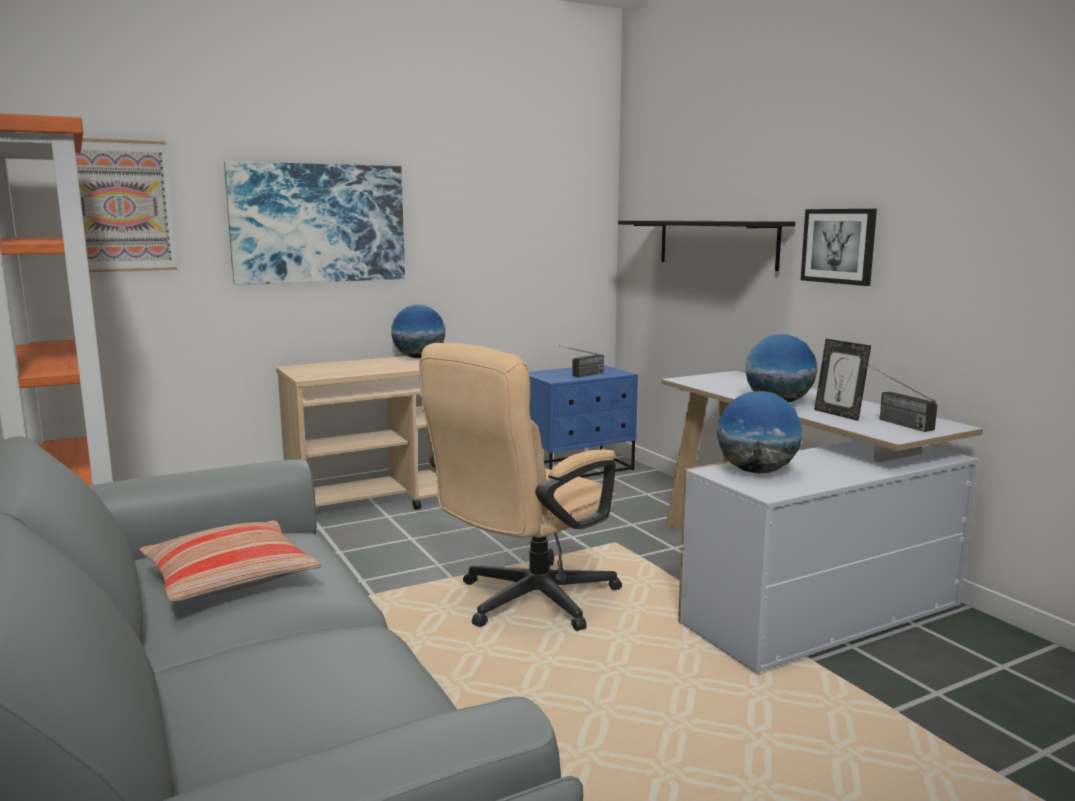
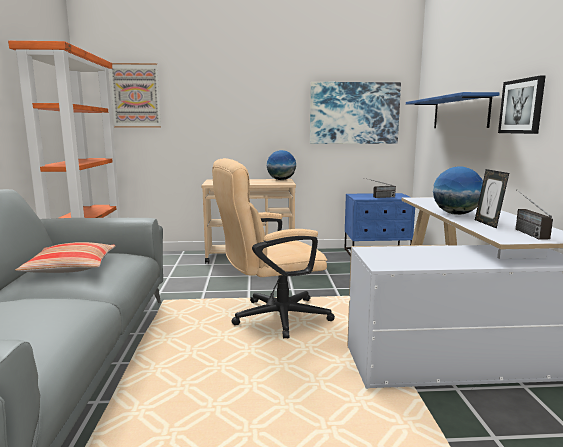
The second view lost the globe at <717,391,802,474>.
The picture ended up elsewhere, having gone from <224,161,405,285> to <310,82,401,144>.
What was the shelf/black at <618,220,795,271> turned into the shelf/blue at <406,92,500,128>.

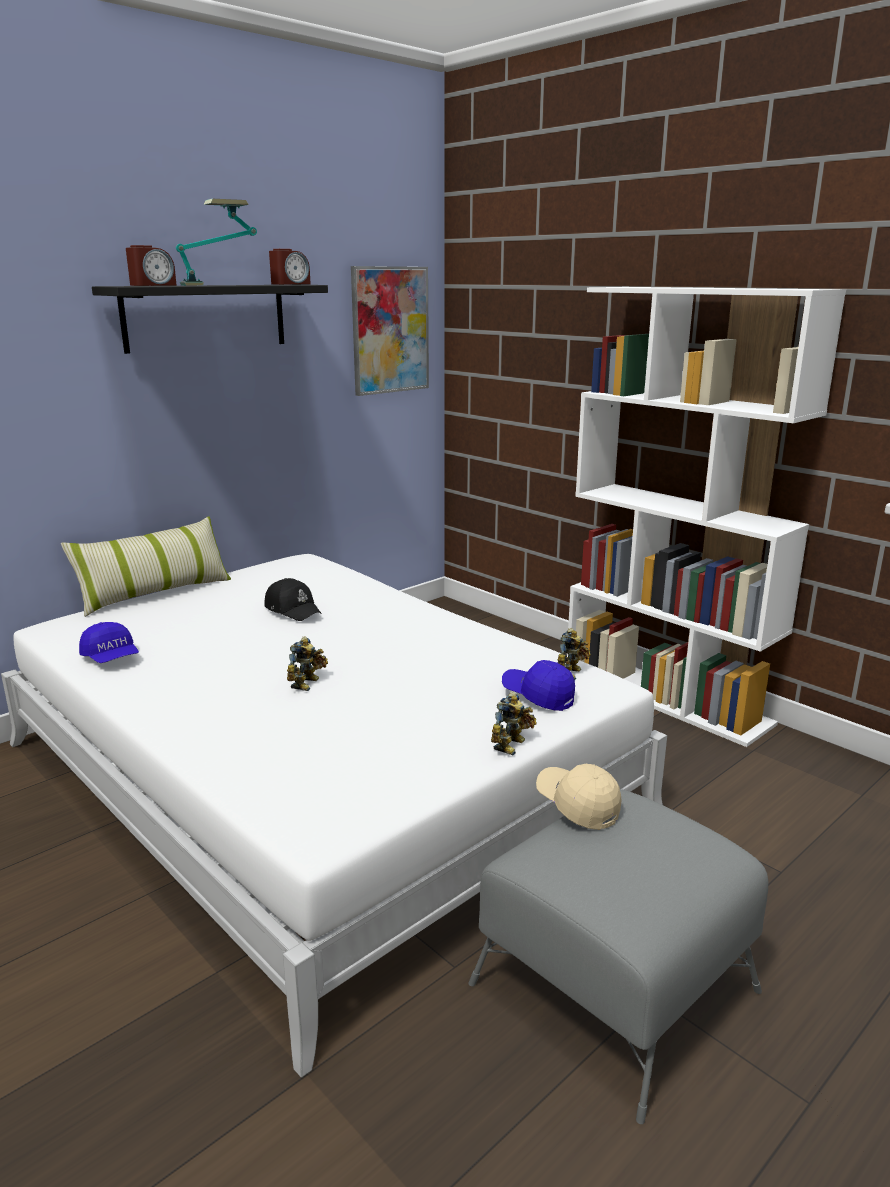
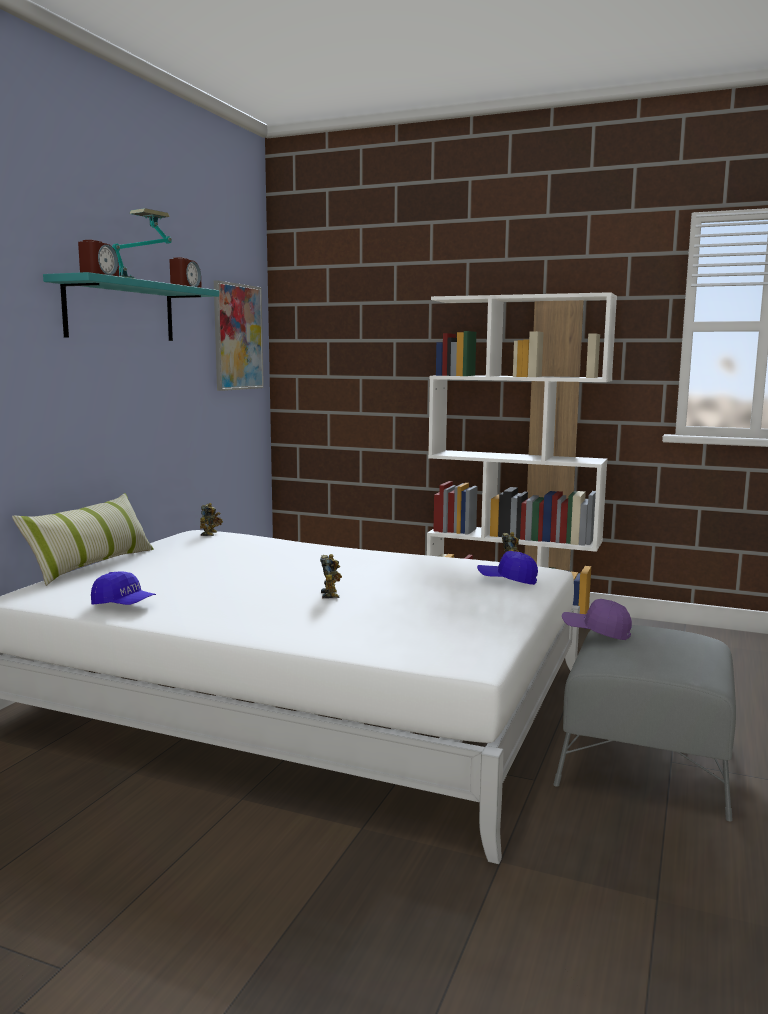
The second view lost the cap/black at <265,578,322,621>.
The toy robot ended up elsewhere, having gone from <491,691,537,755> to <200,503,223,536>.
What was the shelf/black at <92,285,328,354> turned into the shelf/turquoise at <43,272,219,341>.
What was the cap/beige at <536,764,621,830> turned into the cap/purple at <562,599,632,640>.

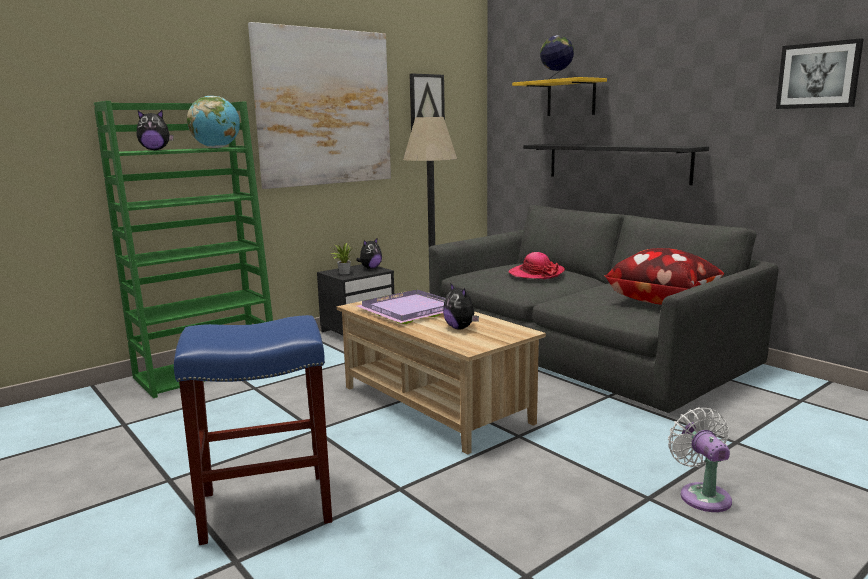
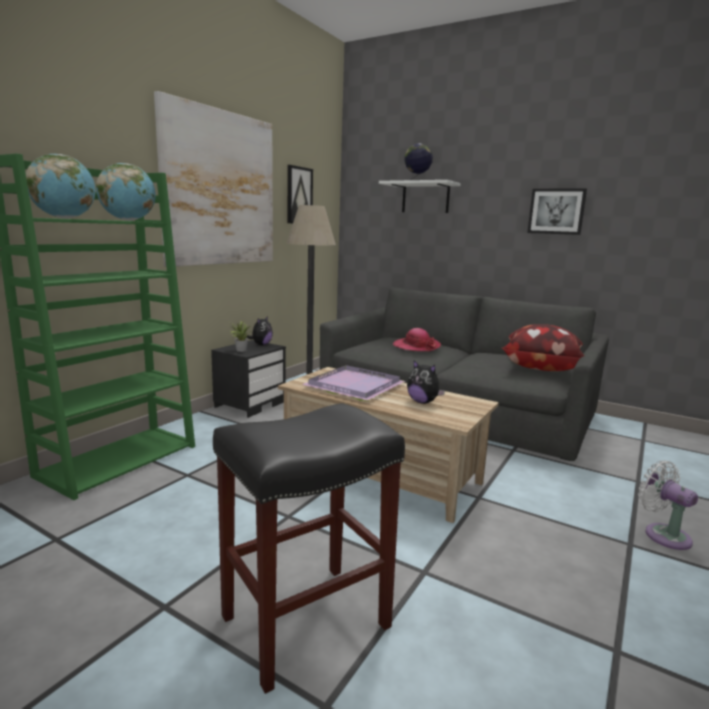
The second view lost the shelf/black at <523,144,709,185>.
The picture ended up elsewhere, having gone from <776,38,864,109> to <527,188,587,235>.
Where the plush toy stood at <137,110,174,150>, the globe came to stand at <26,154,95,219>.
What was the stool/blue at <174,315,332,545> turned into the stool/black at <213,403,405,694>.
What was the shelf/yellow at <512,77,607,116> turned into the shelf/white at <379,180,461,213>.

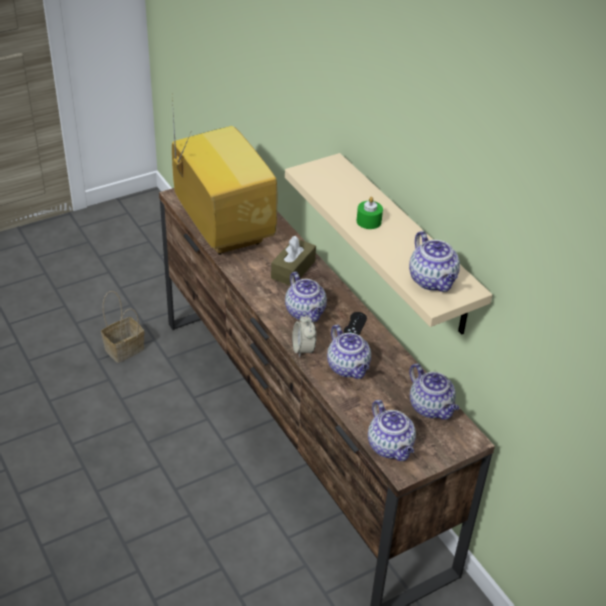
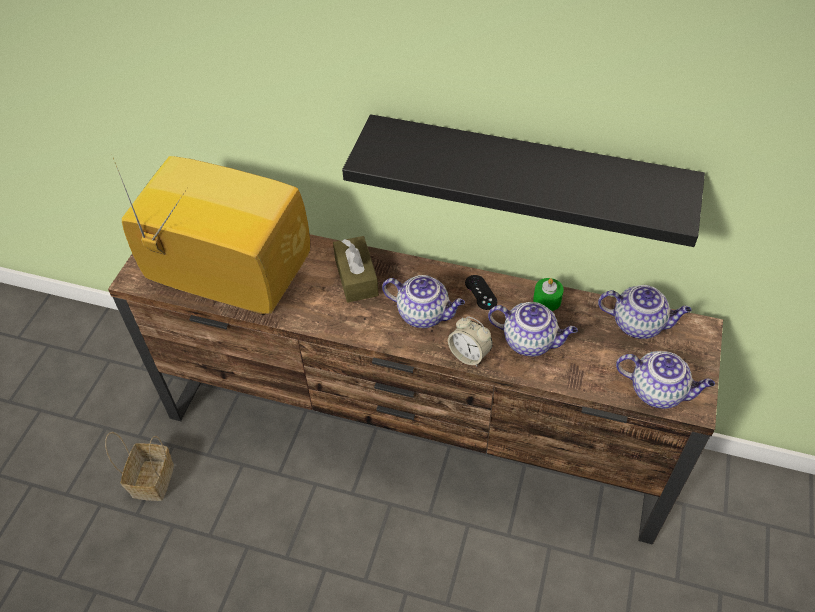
The second view lost the teapot at <409,231,460,292>.
The candle/green ended up elsewhere, having gone from <357,197,383,229> to <533,278,564,311>.
What was the shelf/beige at <285,153,492,334> turned into the shelf/black at <342,114,705,247>.

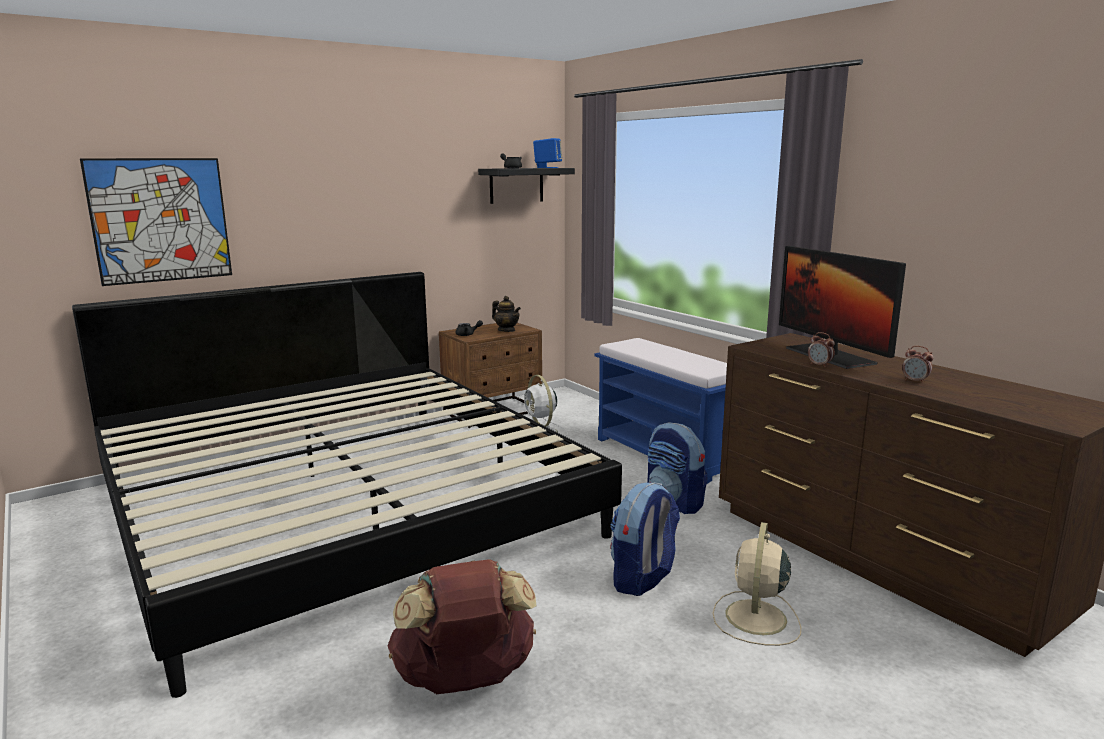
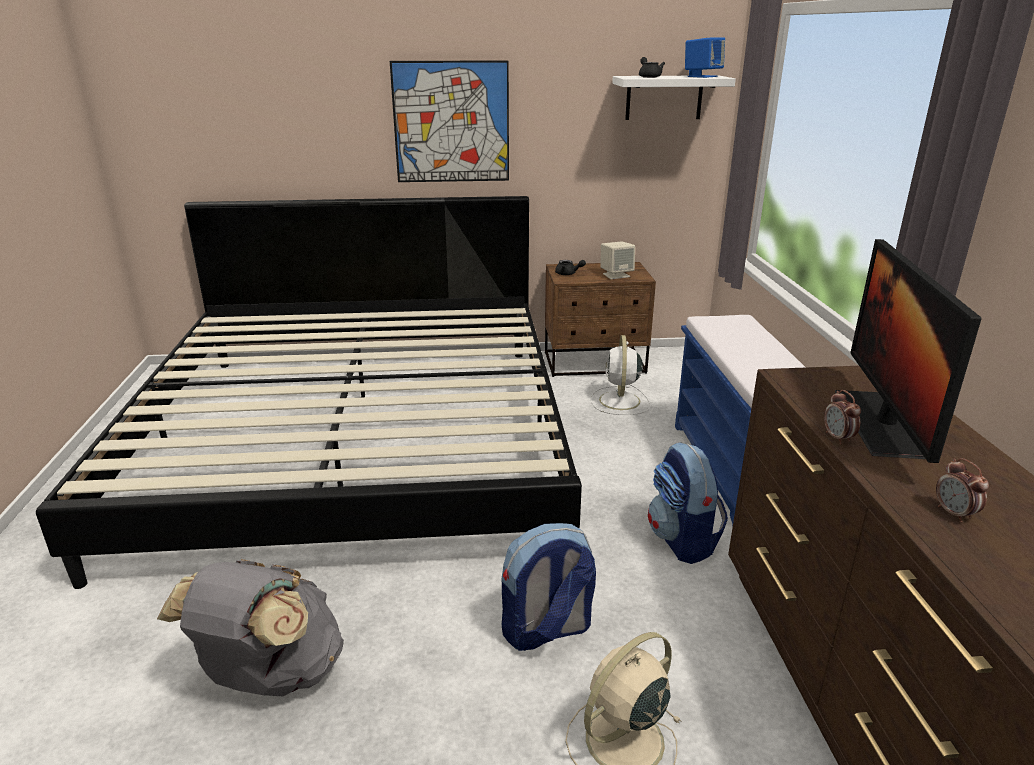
The picture ended up elsewhere, having gone from <80,158,232,286> to <390,60,509,182>.
Where the teapot stood at <492,296,521,332>, the speaker/beige came to stand at <600,241,635,279>.
What was the backpack/brown at <388,559,536,694> turned into the backpack/grey at <157,559,344,696>.
What was the shelf/black at <478,168,575,204> turned into the shelf/white at <612,75,736,120>.

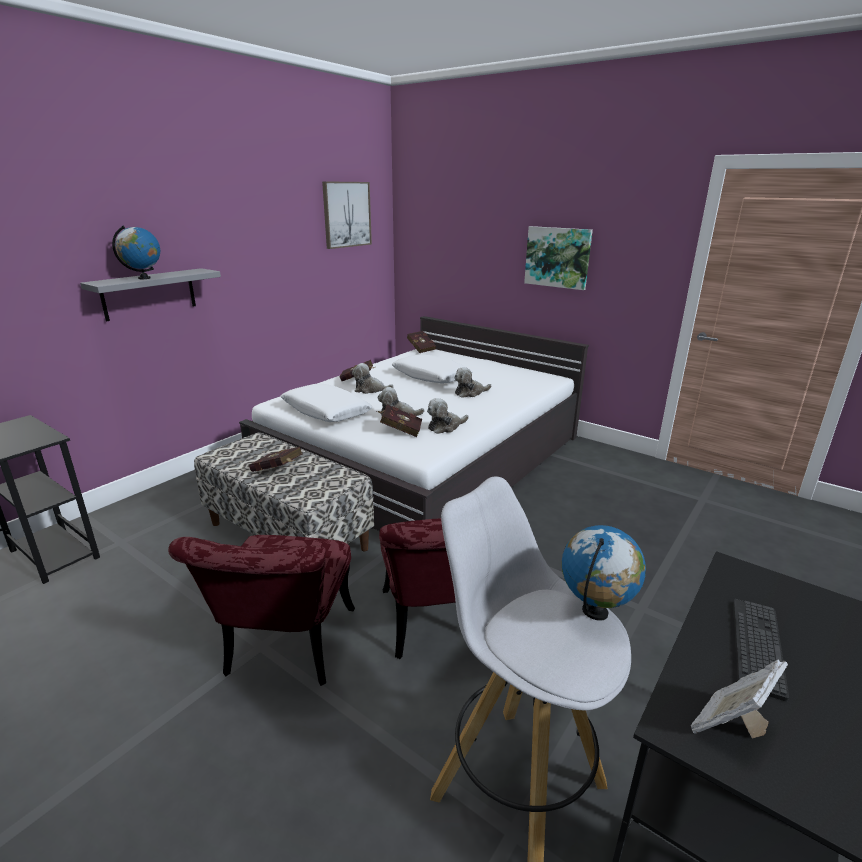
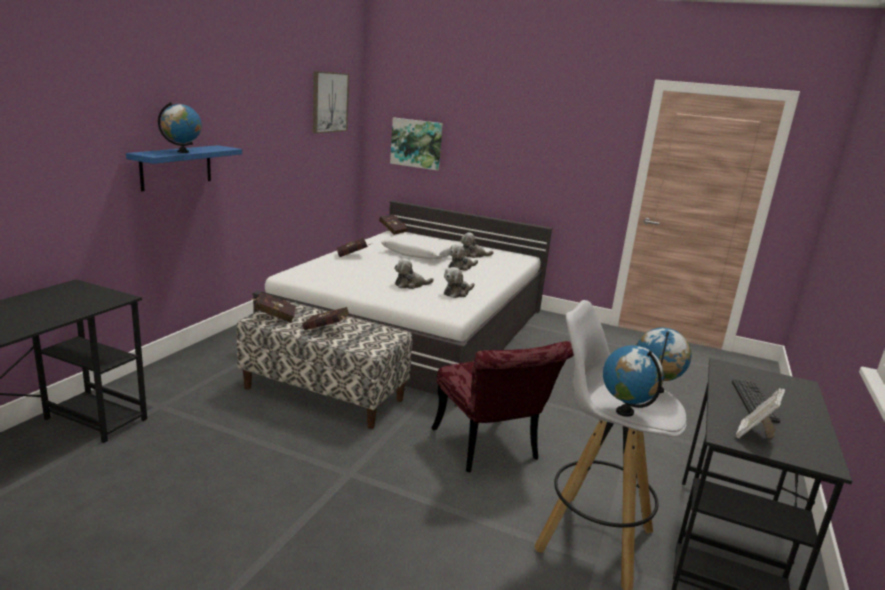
The second view lost the chair/red at <168,535,355,686>.
The second view lost the pillow/white at <280,384,372,422>.
The second view gained the globe at <603,345,664,417>.
The plush toy ended up elsewhere, having gone from <352,363,394,394> to <460,233,493,258>.
The book/red ended up elsewhere, having gone from <377,405,422,437> to <250,292,296,323>.
The picture ended up elsewhere, having gone from <524,226,593,290> to <390,118,443,170>.
What was the shelf/grey at <80,268,221,322> turned into the shelf/blue at <126,145,242,191>.

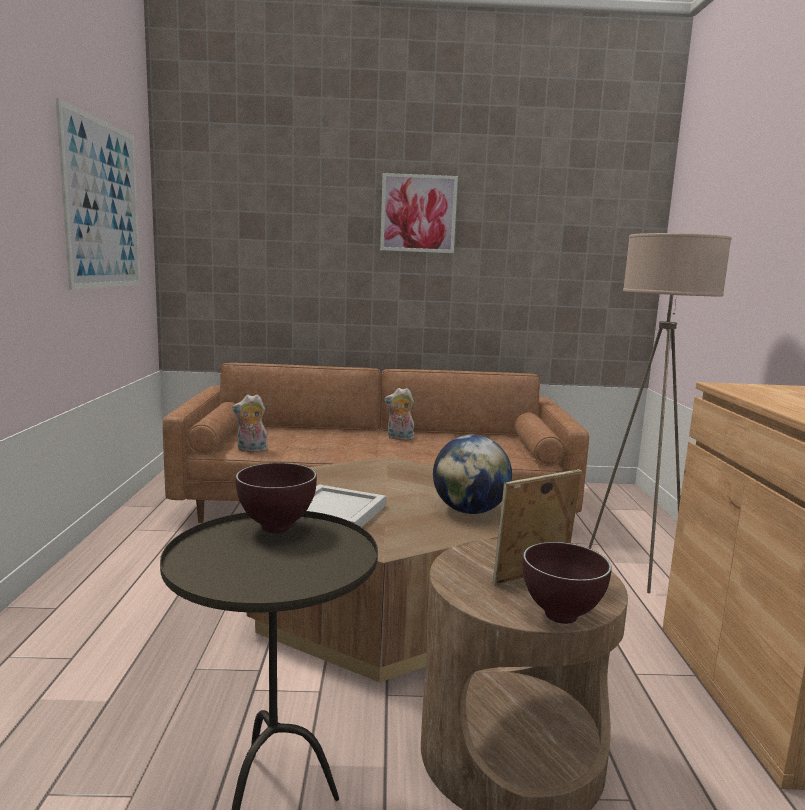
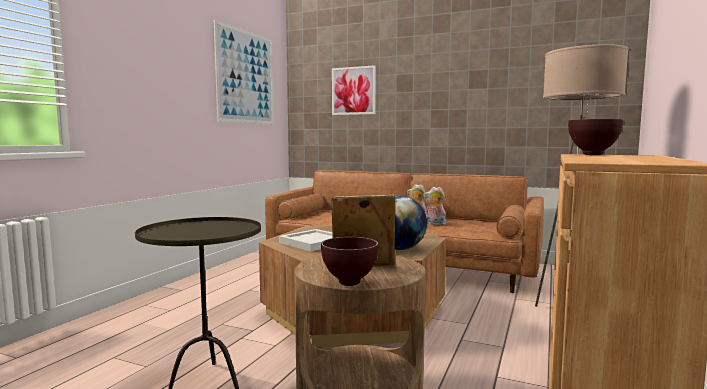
The plush toy ended up elsewhere, having gone from <232,395,268,452> to <423,187,447,225>.
The bowl/brown ended up elsewhere, having gone from <236,463,317,534> to <568,119,623,155>.
The picture ended up elsewhere, having gone from <380,173,458,253> to <332,65,376,115>.

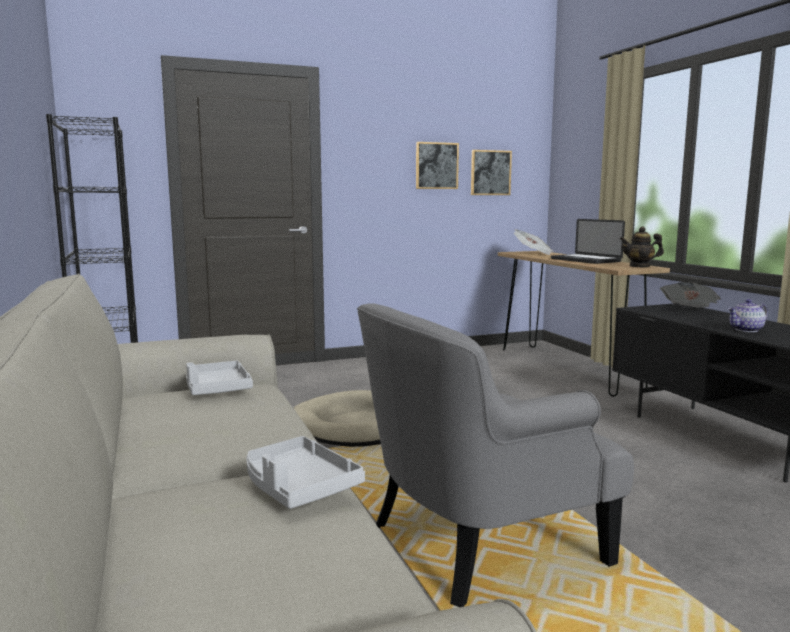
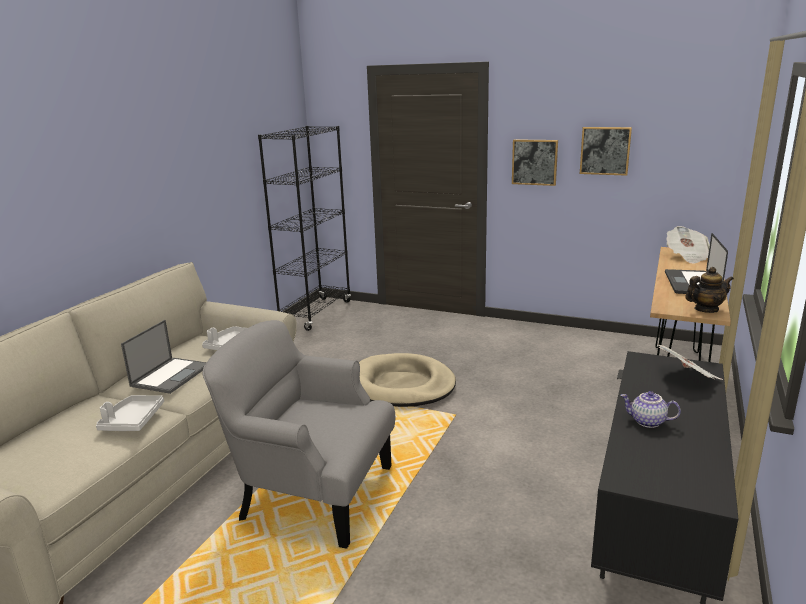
The second view gained the laptop at <121,320,207,394>.
The picture ended up elsewhere, having gone from <471,150,512,195> to <512,139,558,186>.
The teapot at <620,226,664,267> ended up facing another way, 120 degrees clockwise from before.

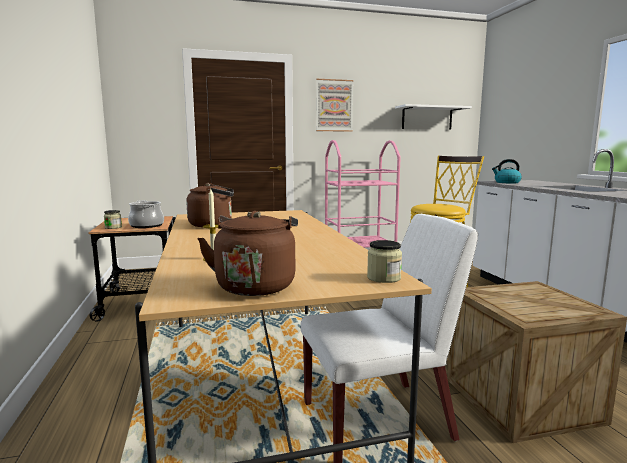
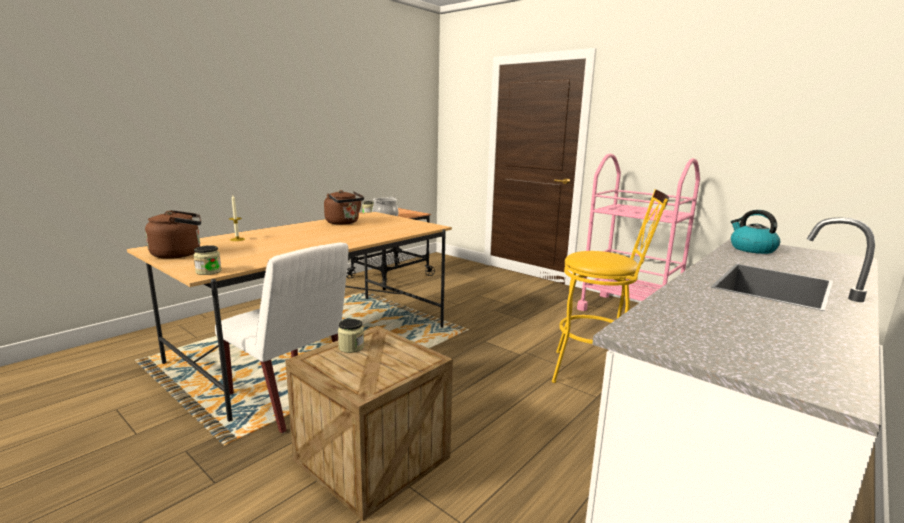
The second view lost the picture at <316,79,354,132>.
The second view lost the shelf/white at <395,104,472,130>.
The second view gained the jar at <338,319,364,353>.

